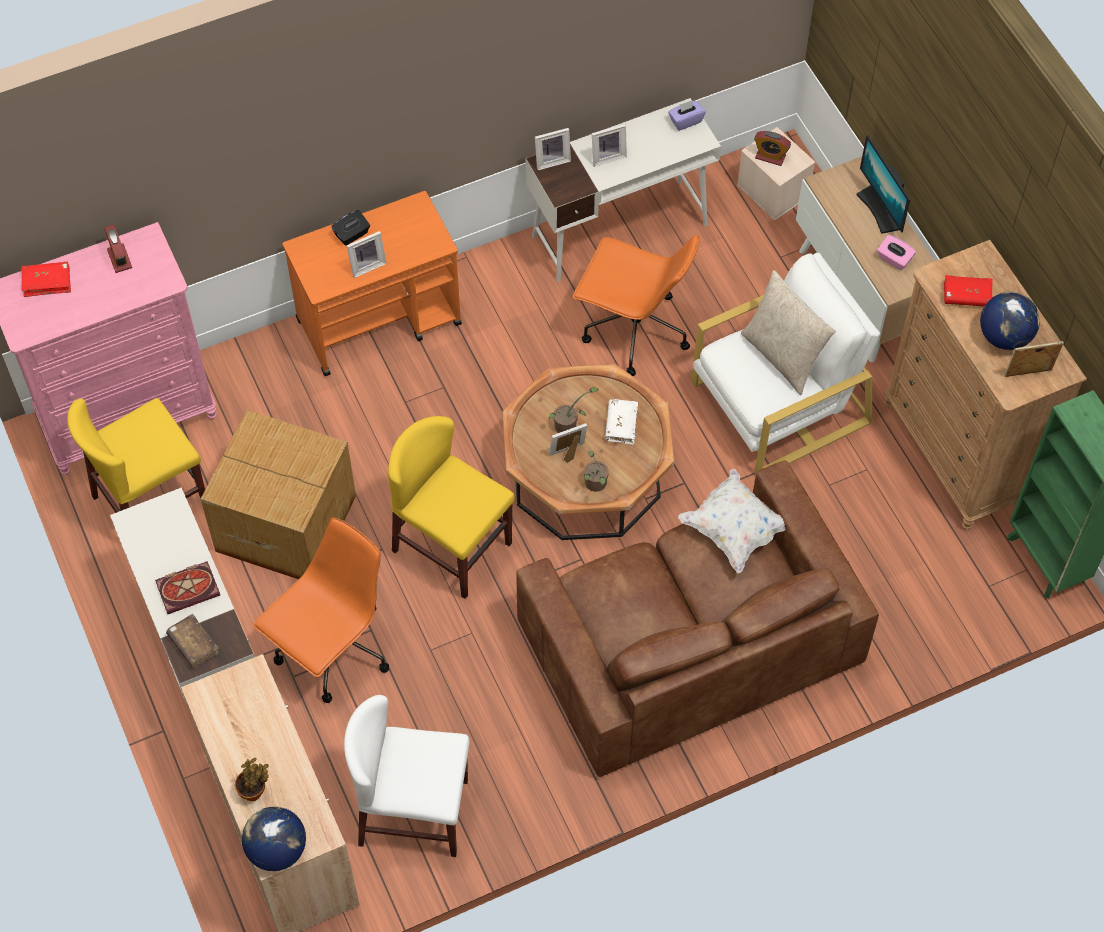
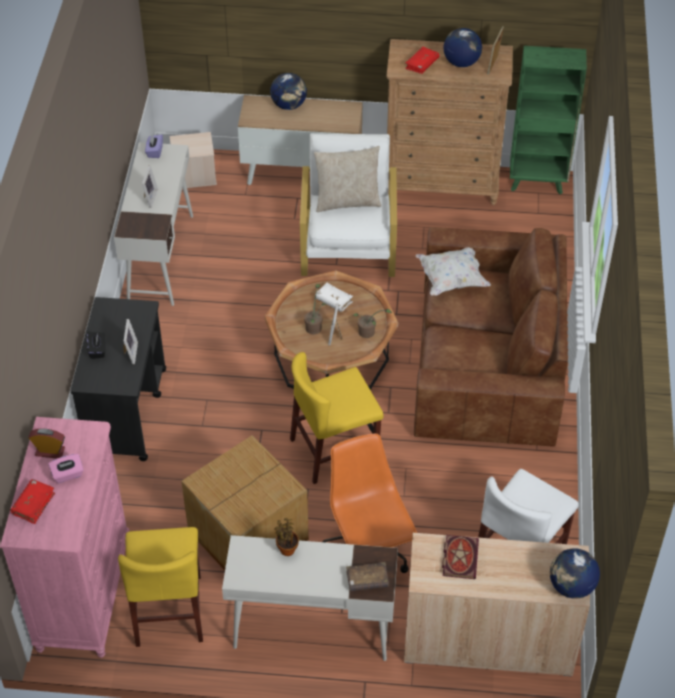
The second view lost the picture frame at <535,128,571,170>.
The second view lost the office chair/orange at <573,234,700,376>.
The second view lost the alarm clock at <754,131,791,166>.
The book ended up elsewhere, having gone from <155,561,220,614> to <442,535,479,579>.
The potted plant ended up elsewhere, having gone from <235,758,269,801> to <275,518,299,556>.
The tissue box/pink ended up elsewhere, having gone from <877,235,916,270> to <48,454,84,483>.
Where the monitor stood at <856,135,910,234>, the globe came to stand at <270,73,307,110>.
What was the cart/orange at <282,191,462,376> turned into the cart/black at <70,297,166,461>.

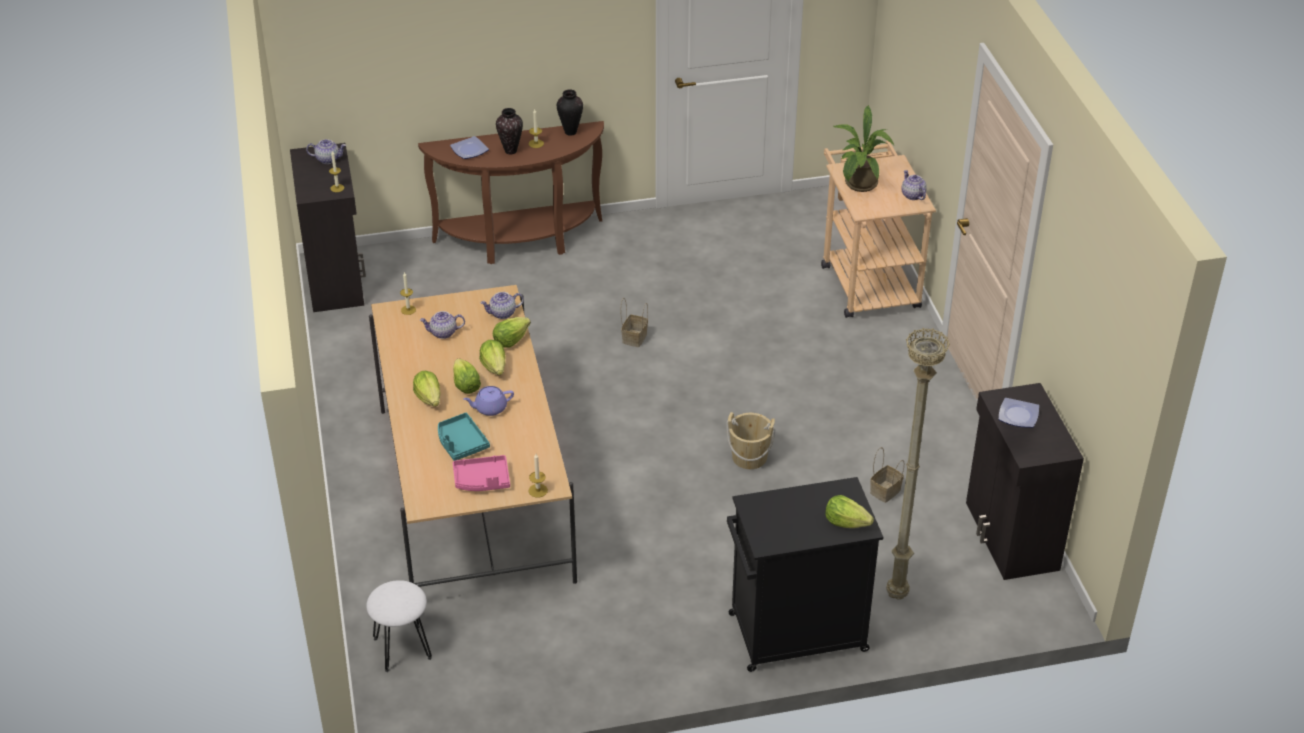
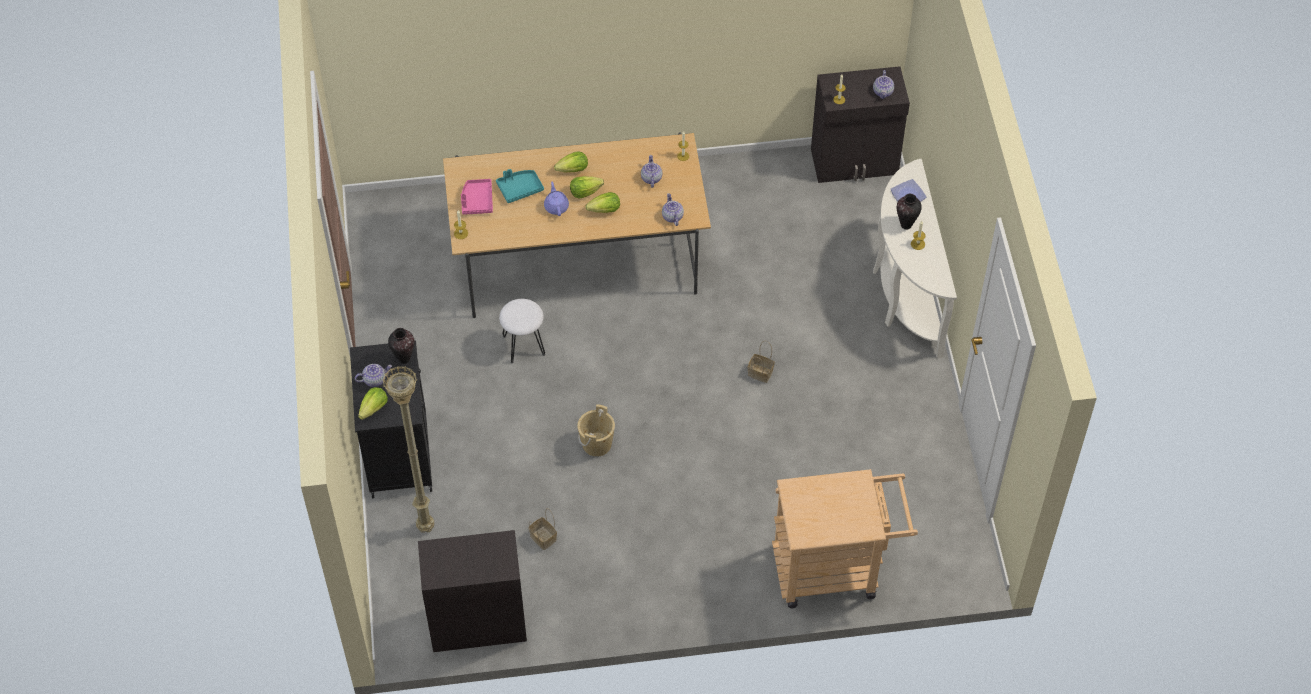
The second view lost the lettuce at <493,317,531,348>.
The second view lost the potted plant at <833,105,894,192>.
The second view lost the plate at <998,398,1039,428>.
The stool/white ended up elsewhere, having gone from <366,580,432,672> to <499,299,545,363>.
The vase ended up elsewhere, having gone from <557,90,583,136> to <388,328,415,364>.
The teapot ended up elsewhere, having gone from <901,170,927,200> to <355,364,392,387>.
What was the console table/brown at <418,121,604,264> turned into the console table/white at <873,159,957,358>.

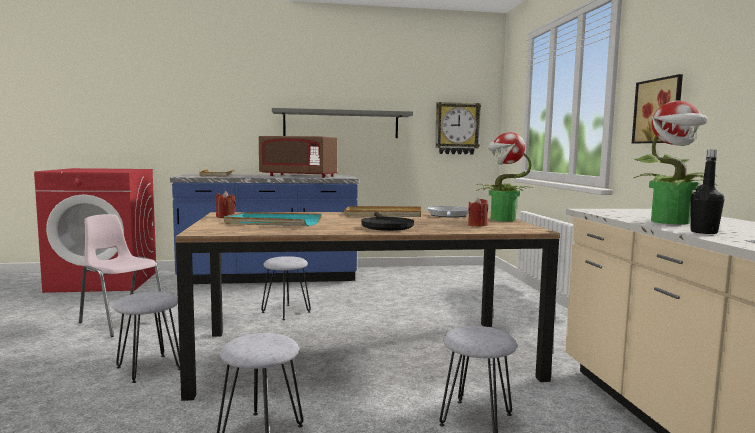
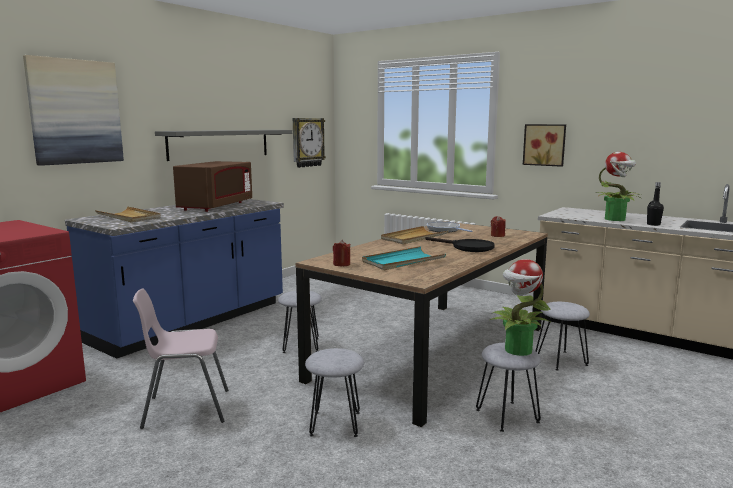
The second view gained the picture at <23,55,124,166>.
The potted plant ended up elsewhere, having gone from <476,132,532,221> to <490,259,551,356>.
The microwave/brown at <259,136,338,178> ended up facing another way, 45 degrees counterclockwise from before.

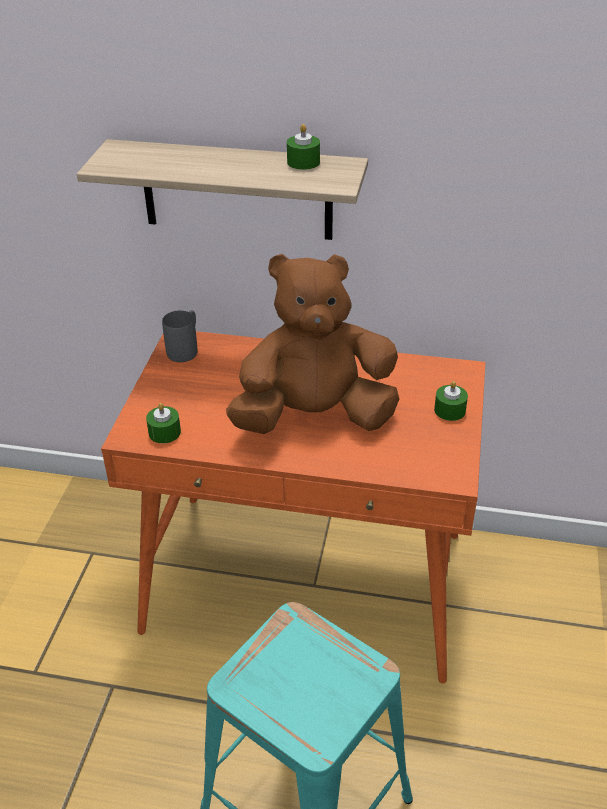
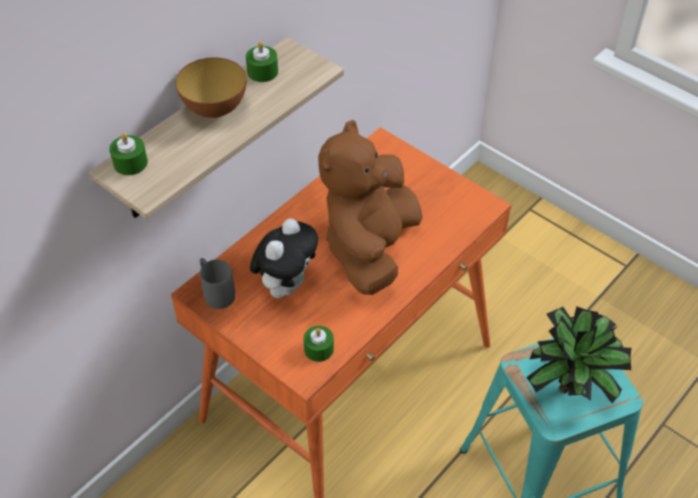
The second view gained the bowl at <176,57,247,118>.
The second view gained the plush toy at <250,218,318,298>.
The second view gained the potted plant at <526,306,632,403>.
The candle/green ended up elsewhere, having gone from <434,381,468,421> to <109,133,148,175>.

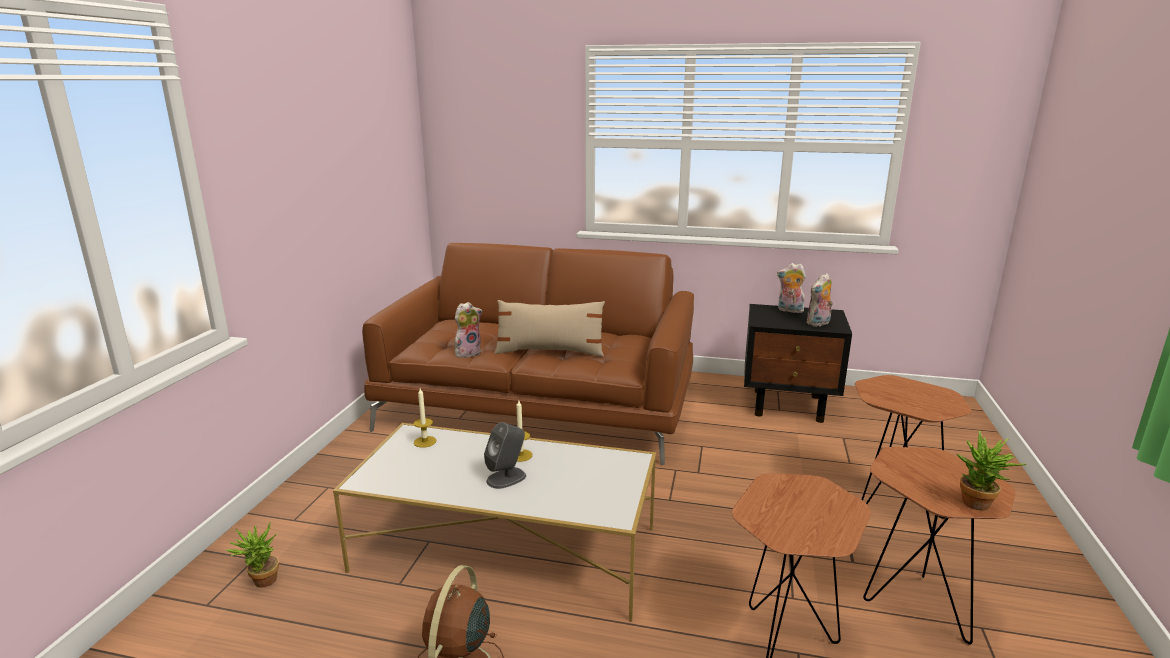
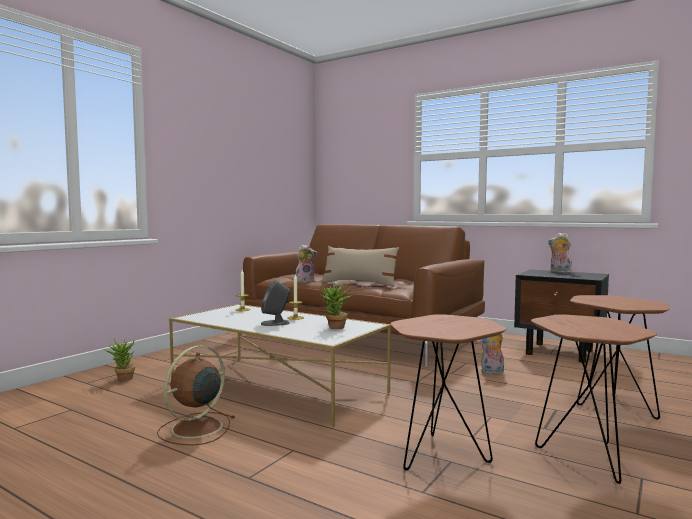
The plush toy ended up elsewhere, having gone from <806,273,833,327> to <480,333,504,375>.
The potted plant ended up elsewhere, having gone from <957,430,1027,511> to <320,282,353,329>.

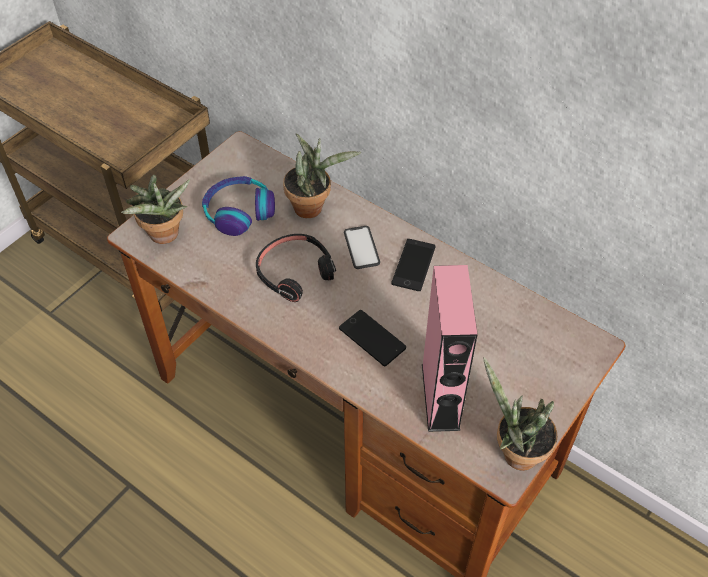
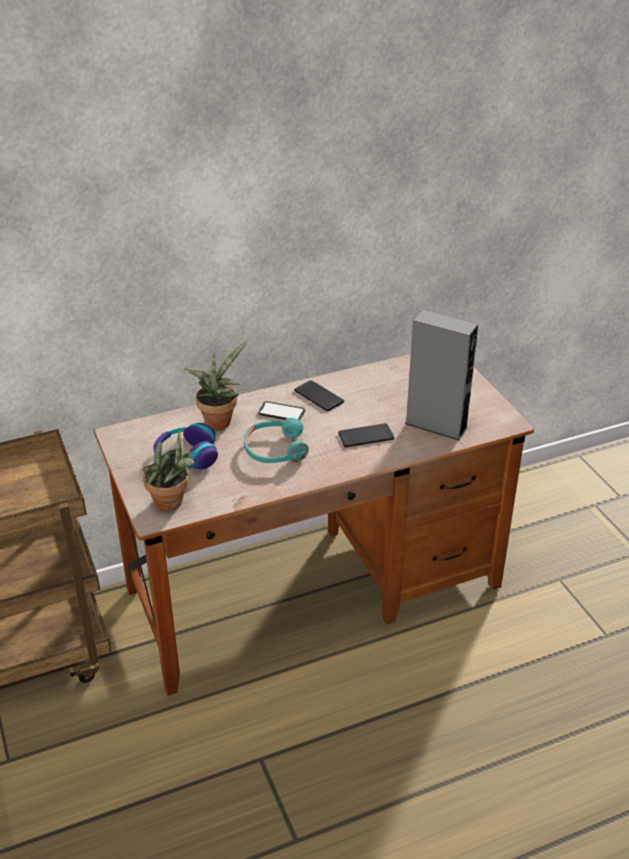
The second view lost the potted plant at <483,357,557,471>.
What was the headphones/black at <256,234,336,302> turned into the headphones/turquoise at <244,418,309,463>.
What was the speaker/pink at <422,265,478,432> turned into the speaker/grey at <405,310,478,440>.

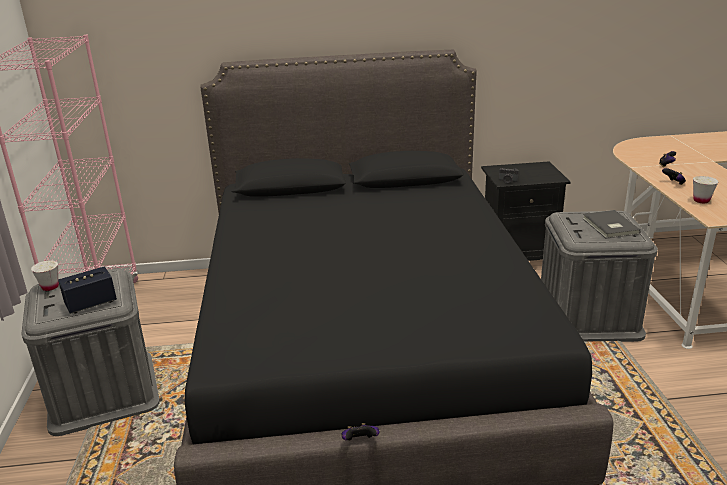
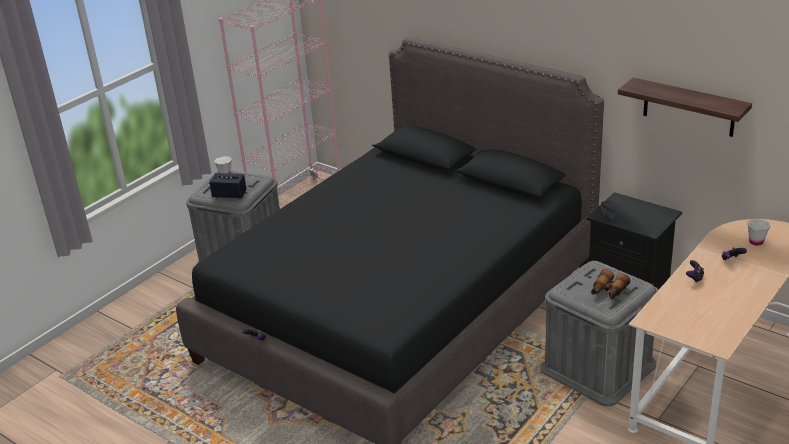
The second view gained the shelf at <618,77,752,137>.
The cup/white ended up elsewhere, having gone from <693,176,718,203> to <748,219,770,246>.
Where the book/grey stood at <582,210,641,239>, the binoculars came to stand at <591,269,630,300>.

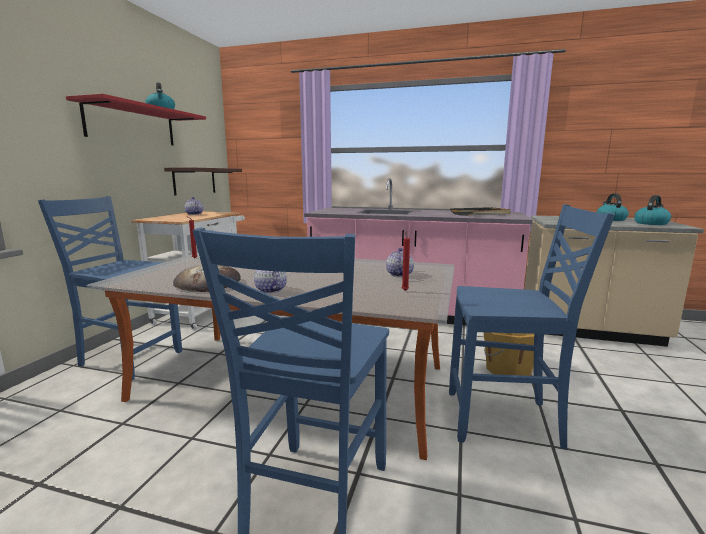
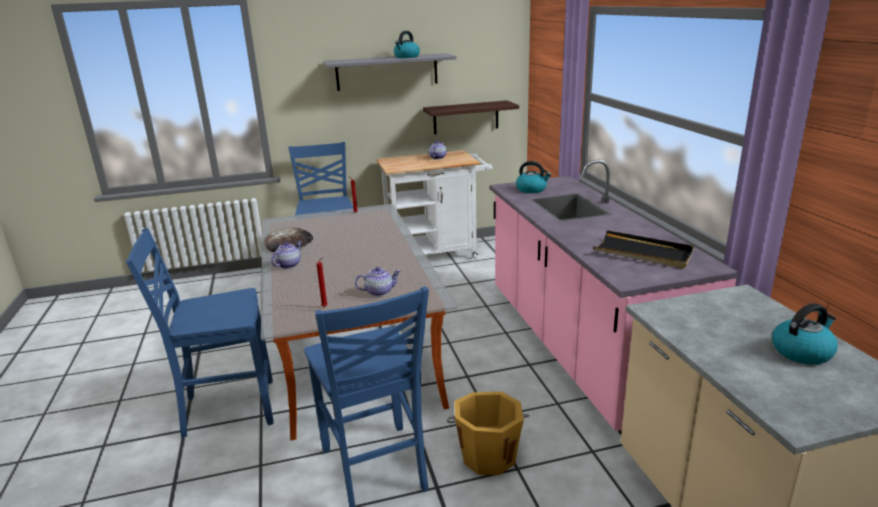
The kettle ended up elsewhere, having gone from <634,195,671,225> to <516,161,551,193>.
What was the shelf/red at <66,94,206,145> turned into the shelf/grey at <323,53,457,91>.

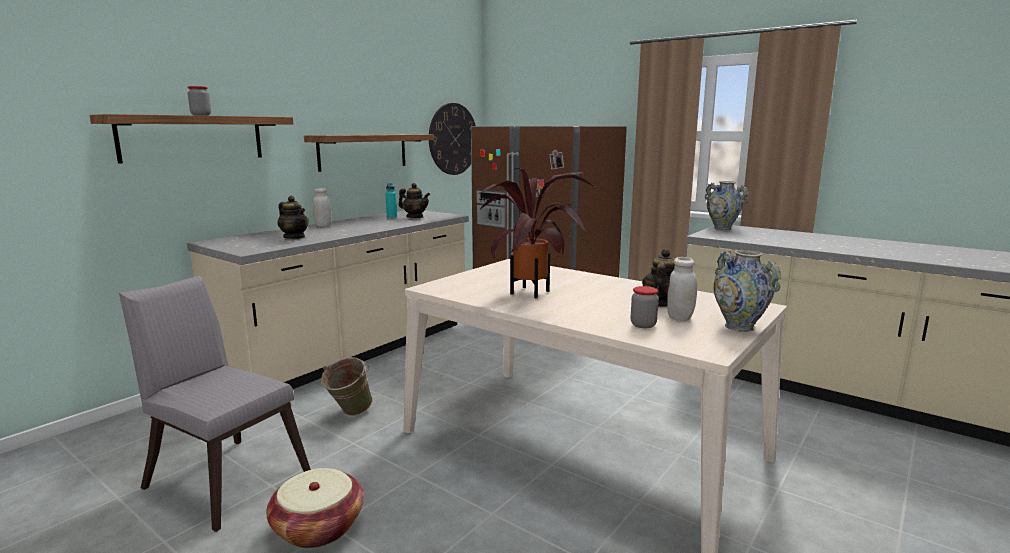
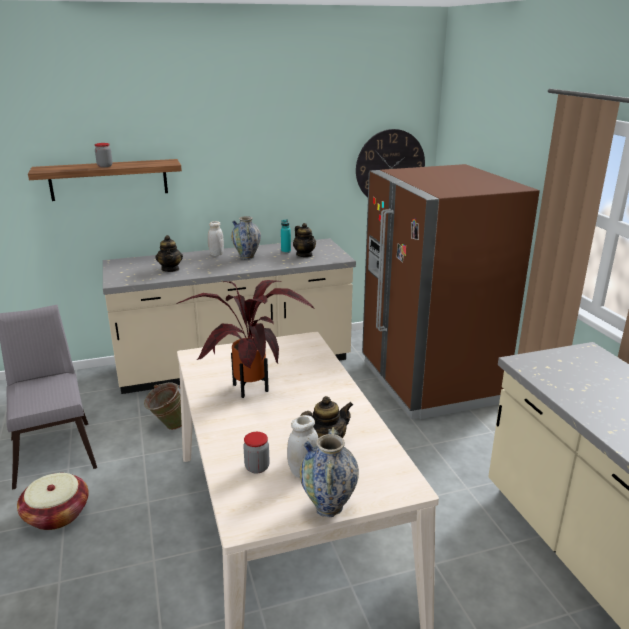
The second view lost the shelf at <304,134,434,172>.
The vase ended up elsewhere, having gone from <705,181,749,230> to <231,216,261,260>.

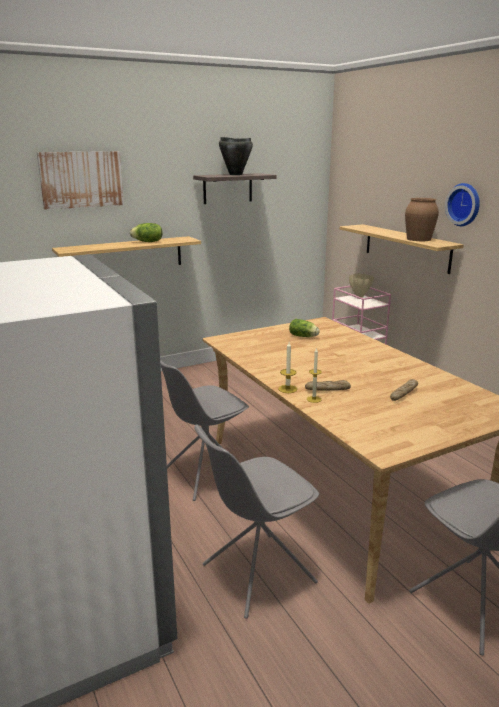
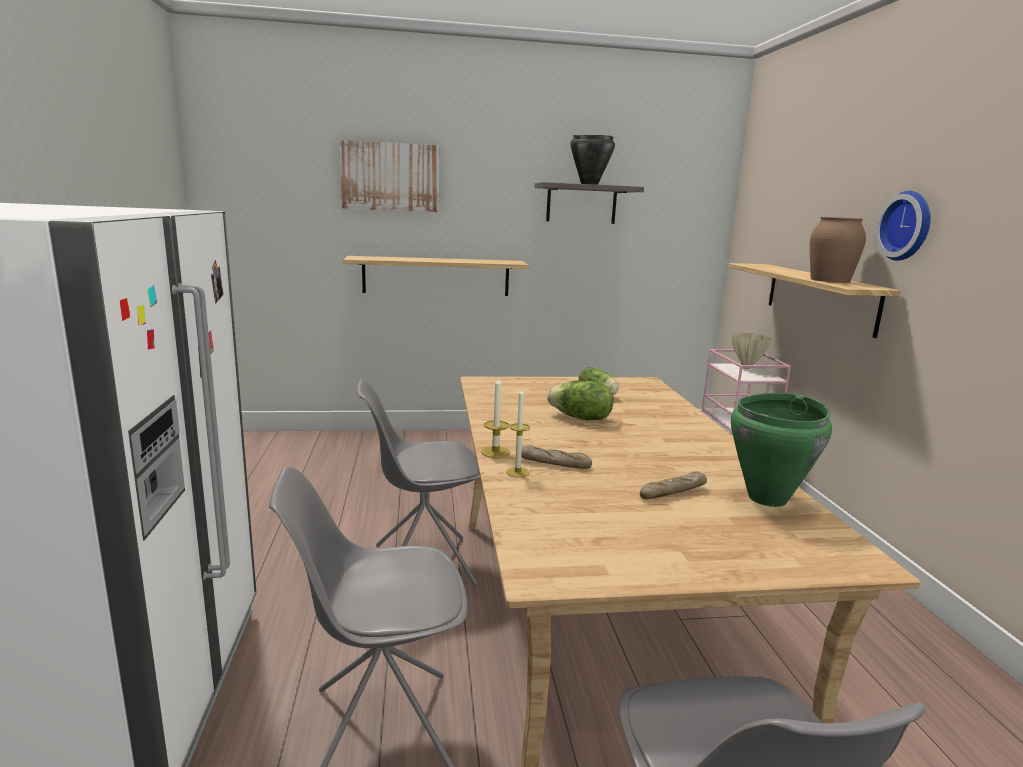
The second view gained the cooking pot/green at <731,393,832,507>.
The lettuce ended up elsewhere, having gone from <130,223,162,242> to <547,381,614,420>.

